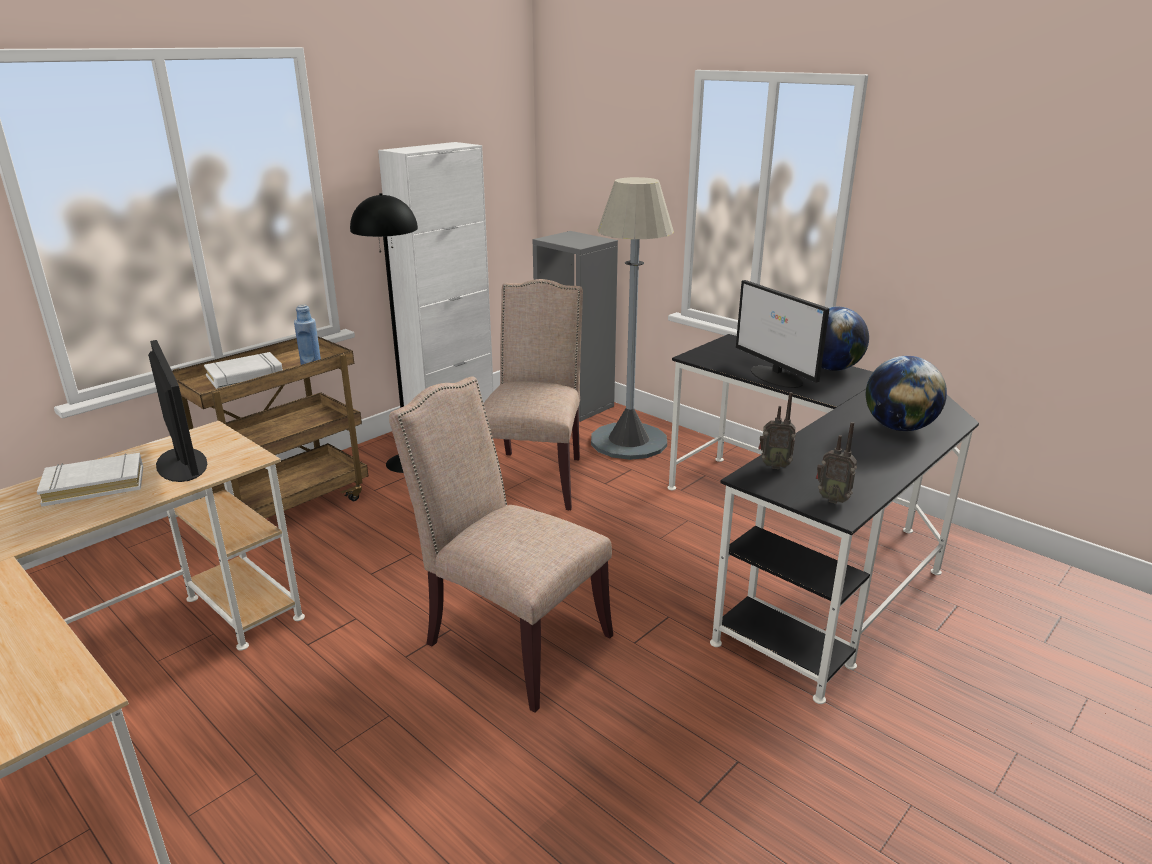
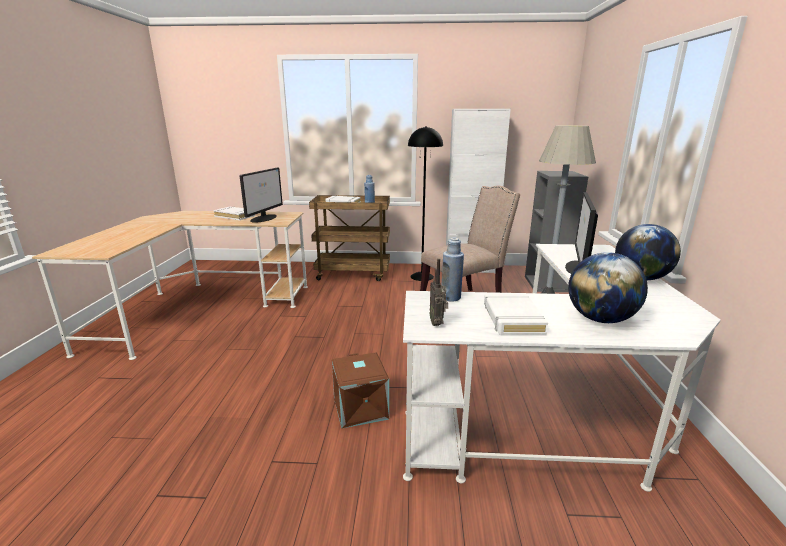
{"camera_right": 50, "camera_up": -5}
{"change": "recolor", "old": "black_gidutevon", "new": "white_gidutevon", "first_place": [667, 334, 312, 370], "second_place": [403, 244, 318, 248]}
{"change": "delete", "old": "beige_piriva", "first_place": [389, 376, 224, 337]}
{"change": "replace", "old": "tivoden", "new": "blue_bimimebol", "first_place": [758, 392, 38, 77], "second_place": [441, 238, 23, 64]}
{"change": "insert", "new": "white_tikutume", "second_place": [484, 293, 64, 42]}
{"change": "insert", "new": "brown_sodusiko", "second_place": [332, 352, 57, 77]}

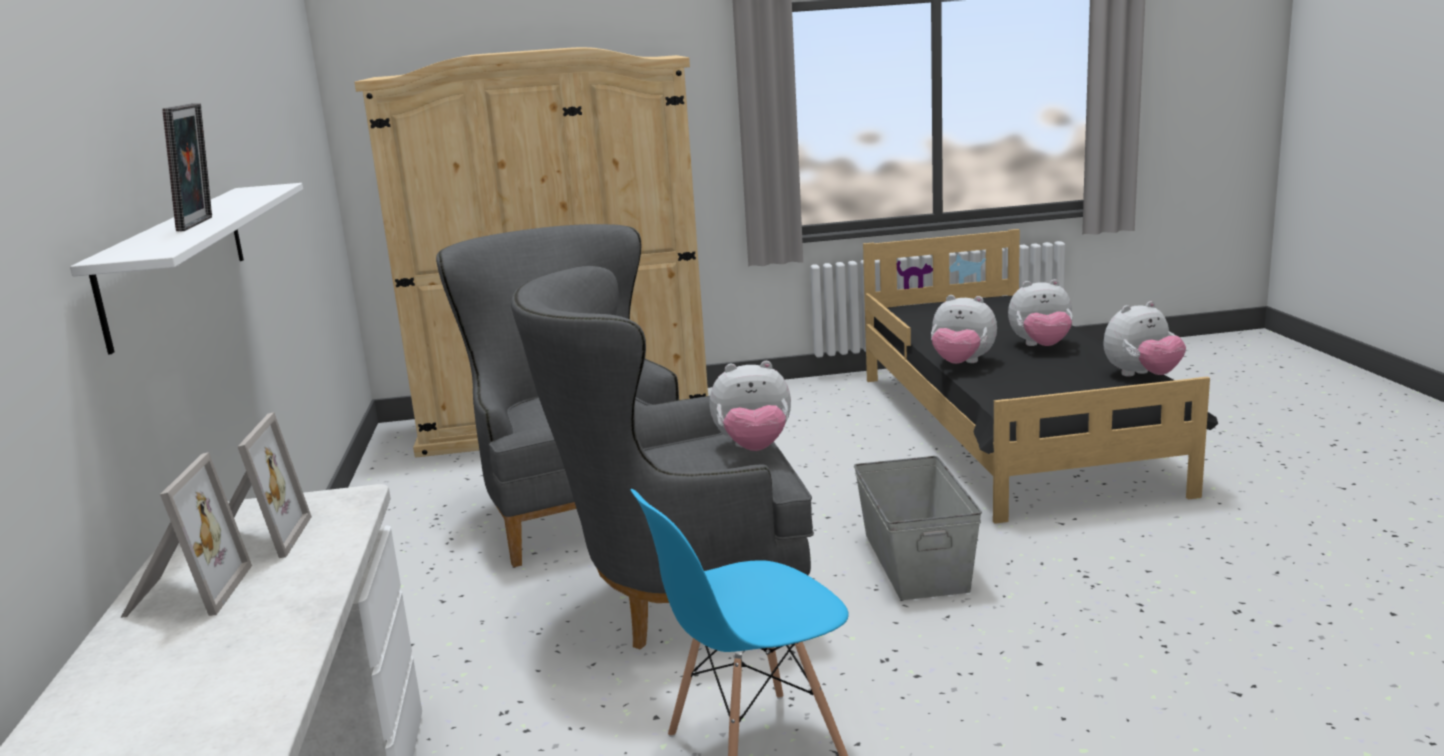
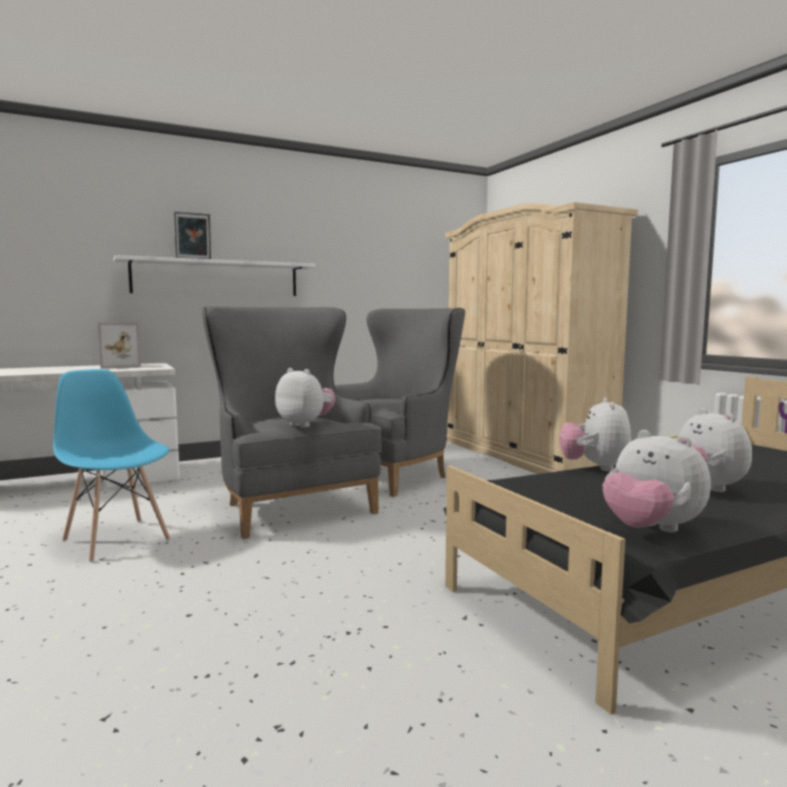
{"camera_right": 70, "camera_up": -10}
{"change": "rotate", "old": "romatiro", "first_place": [710, 361, 81, 90], "second_place": [275, 368, 60, 60], "degrees": 150}
{"change": "delete", "old": "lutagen", "first_place": [121, 452, 131, 166]}
{"change": "delete", "old": "grey_sodusiko", "first_place": [854, 456, 128, 144]}

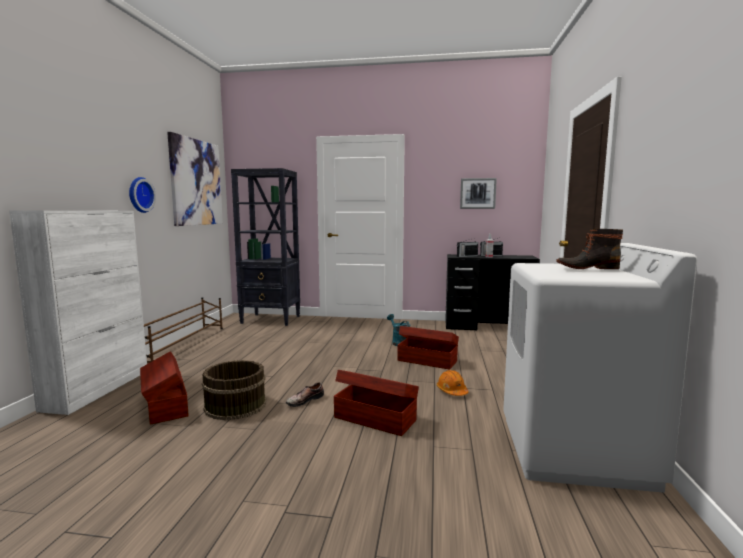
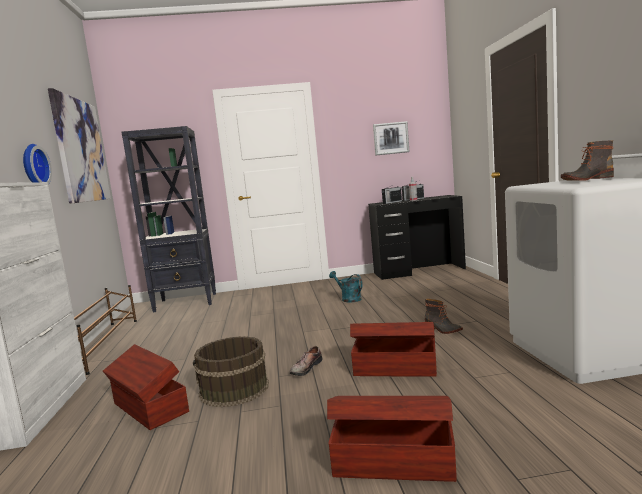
{"camera_right": -15, "camera_up": 0}
{"change": "move", "old": "brown_sodusiko", "first_place": [397, 326, 62, 44], "second_place": [327, 396, 130, 86]}
{"change": "replace", "old": "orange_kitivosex", "new": "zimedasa", "first_place": [437, 370, 32, 26], "second_place": [425, 299, 38, 35]}

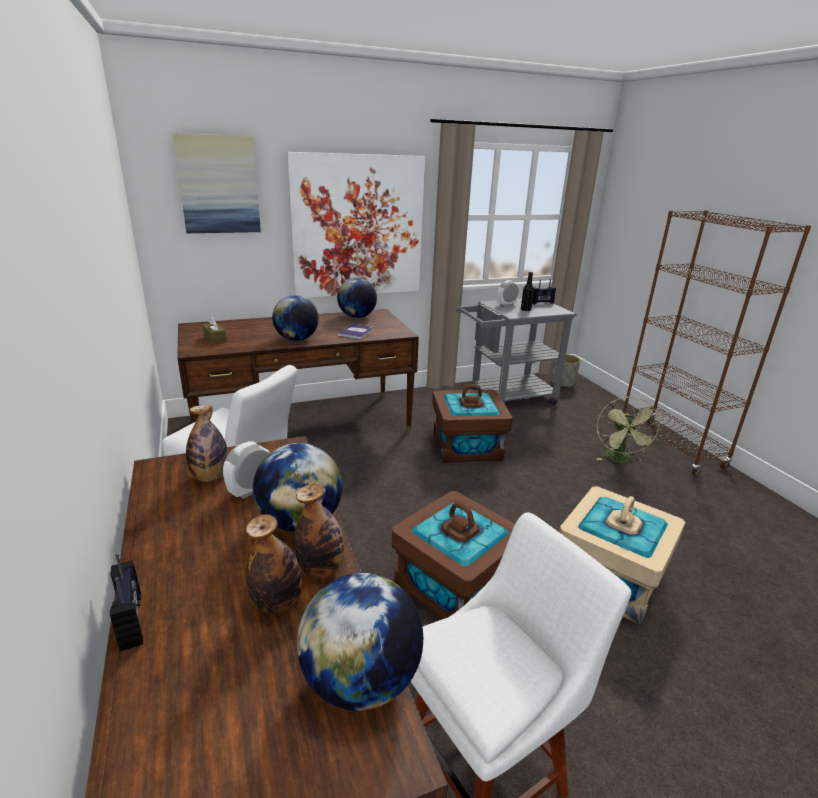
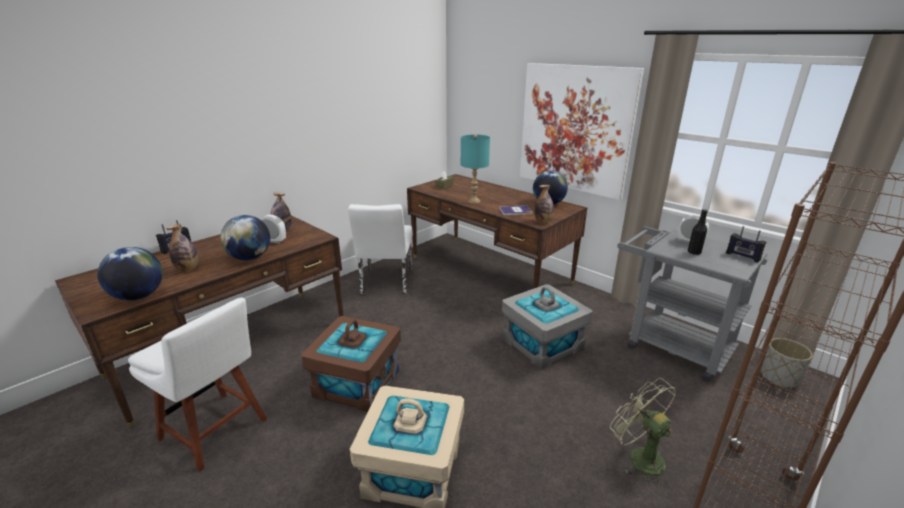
{"camera_right": 65, "camera_up": 0}
{"change": "delete", "old": "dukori", "first_place": [173, 133, 88, 100]}
{"change": "replace", "old": "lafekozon", "new": "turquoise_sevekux", "first_place": [272, 295, 47, 46], "second_place": [461, 134, 29, 70]}
{"change": "recolor", "old": "brown_sodusiko", "new": "grey_sodusiko", "first_place": [432, 384, 81, 79], "second_place": [502, 284, 90, 86]}
{"change": "rotate", "old": "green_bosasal", "first_place": [596, 397, 66, 66], "second_place": [610, 378, 66, 108], "degrees": 75}
{"change": "move", "old": "bimimebol", "first_place": [294, 484, 51, 94], "second_place": [534, 185, 20, 38]}

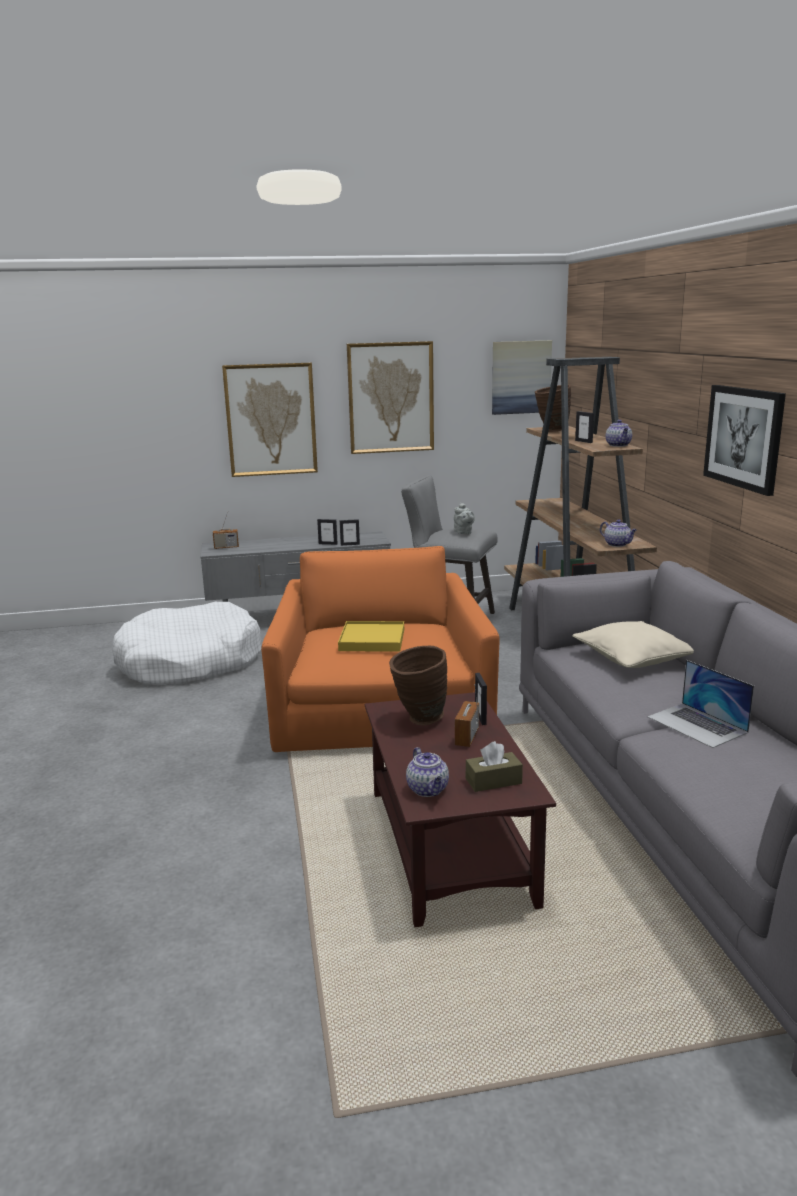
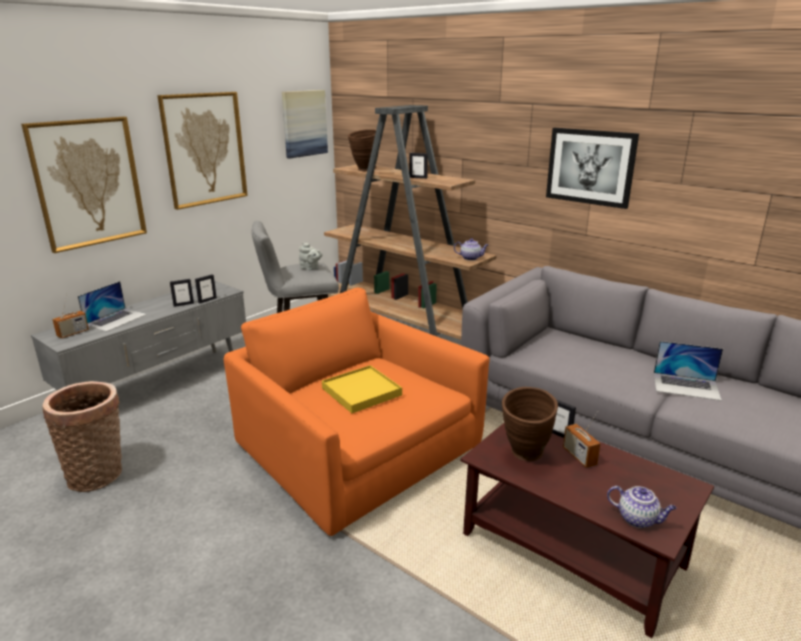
{"camera_right": -40, "camera_up": 5}
{"change": "delete", "old": "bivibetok", "first_place": [606, 420, 26, 27]}
{"change": "replace", "old": "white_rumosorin", "new": "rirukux", "first_place": [112, 602, 149, 82], "second_place": [42, 381, 80, 111]}
{"change": "delete", "old": "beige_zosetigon", "first_place": [572, 621, 122, 47]}
{"change": "delete", "old": "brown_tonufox", "first_place": [466, 741, 57, 51]}
{"change": "insert", "new": "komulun", "second_place": [78, 281, 69, 51]}

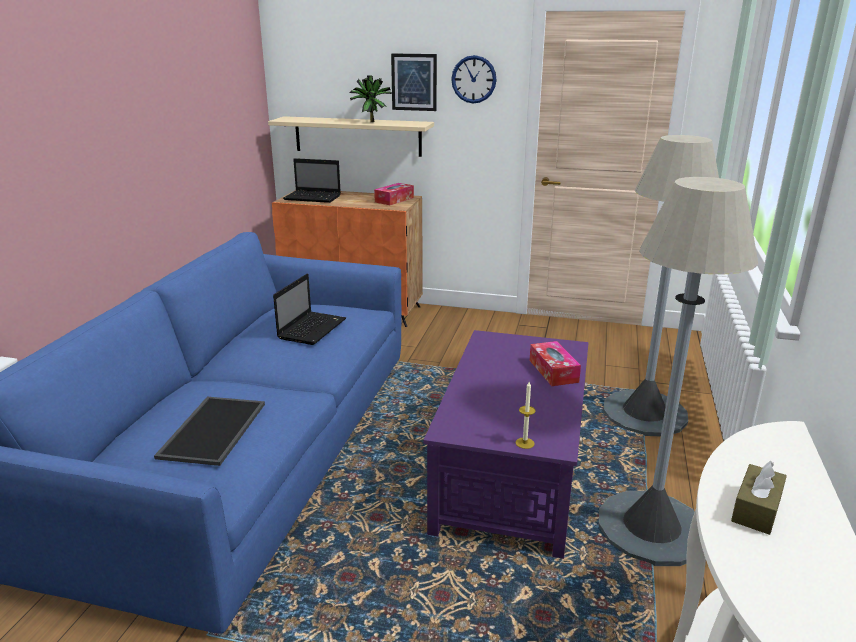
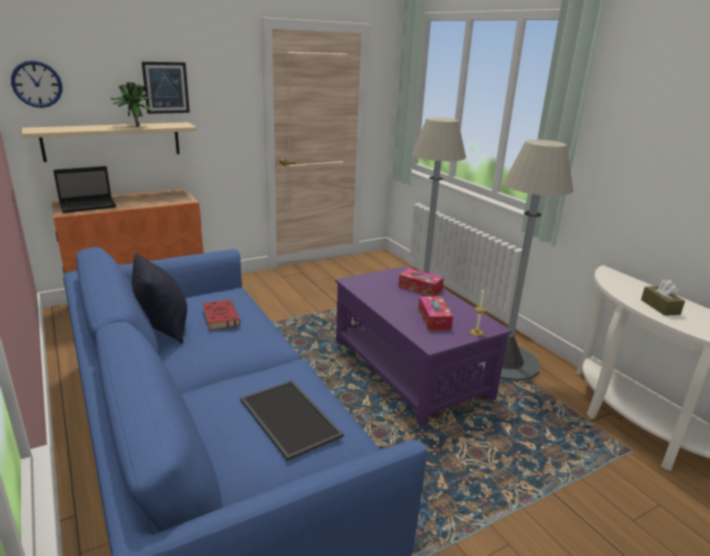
{"camera_right": -45, "camera_up": 0}
{"change": "move", "old": "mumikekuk", "first_place": [451, 55, 46, 48], "second_place": [11, 60, 51, 48]}
{"change": "move", "old": "tonufox", "first_place": [374, 183, 40, 22], "second_place": [418, 296, 35, 34]}
{"change": "replace", "old": "komulun", "new": "red_tikutume", "first_place": [273, 274, 73, 71], "second_place": [203, 300, 38, 30]}
{"change": "insert", "new": "black_zosetigon", "second_place": [132, 253, 55, 91]}

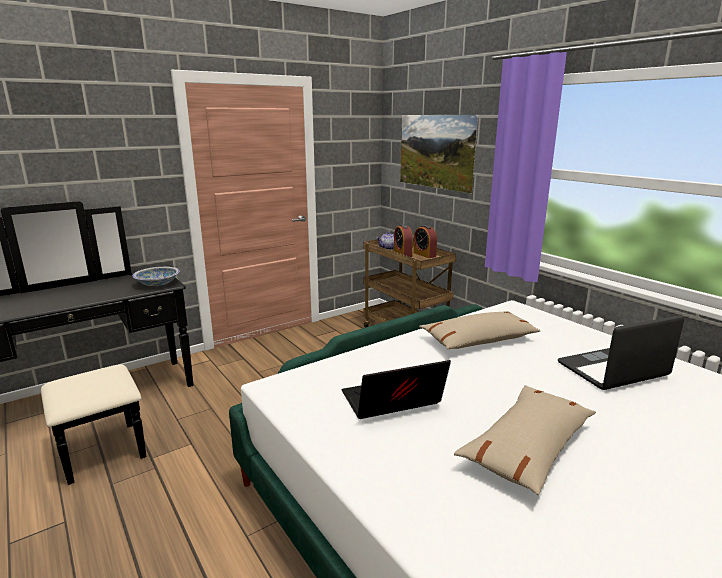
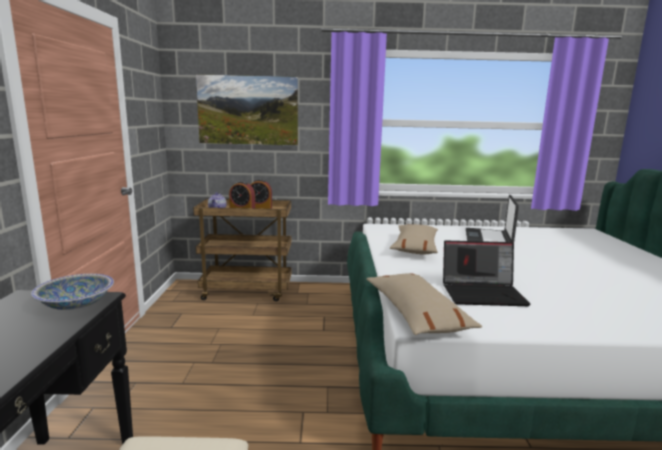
{"camera_right": -55, "camera_up": -5}
{"change": "rotate", "old": "komulun", "first_place": [342, 360, 109, 59], "second_place": [443, 240, 88, 66], "degrees": -105}
{"change": "move", "old": "beige_zosetigon", "first_place": [454, 385, 142, 110], "second_place": [366, 273, 116, 62]}

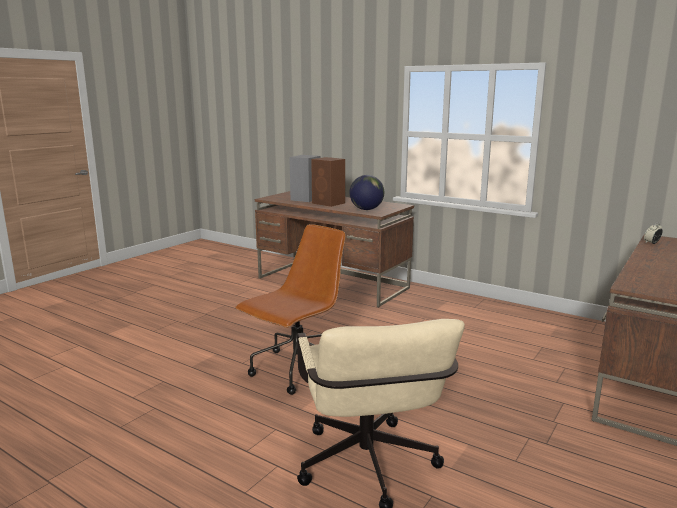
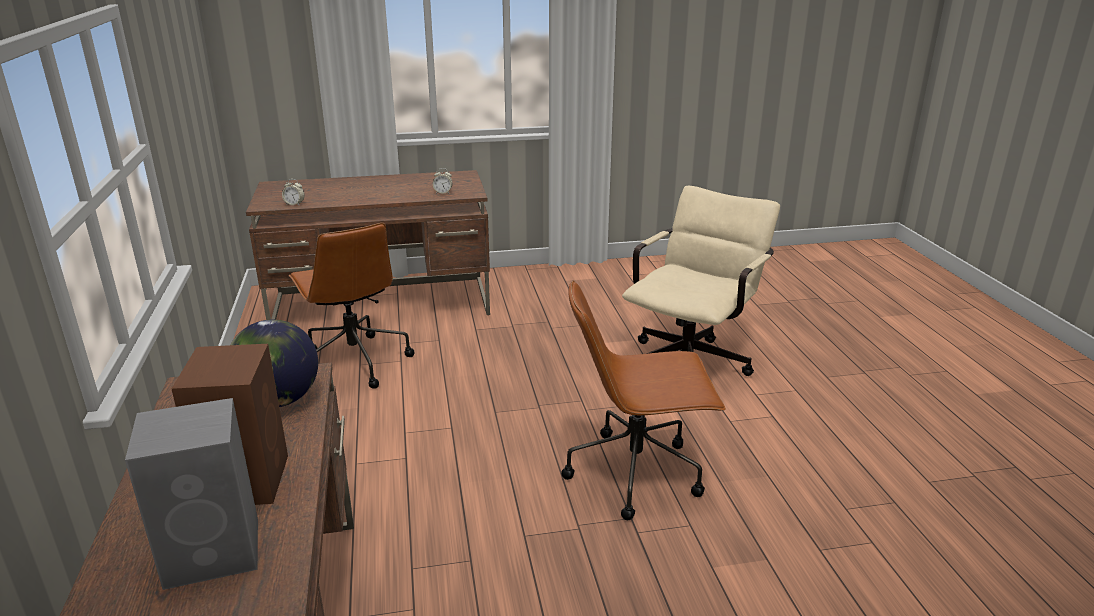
{"camera_right": -135, "camera_up": 10}
{"change": "insert", "new": "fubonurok", "second_place": [433, 168, 19, 26]}
{"change": "insert", "new": "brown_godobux", "second_place": [289, 223, 125, 166]}

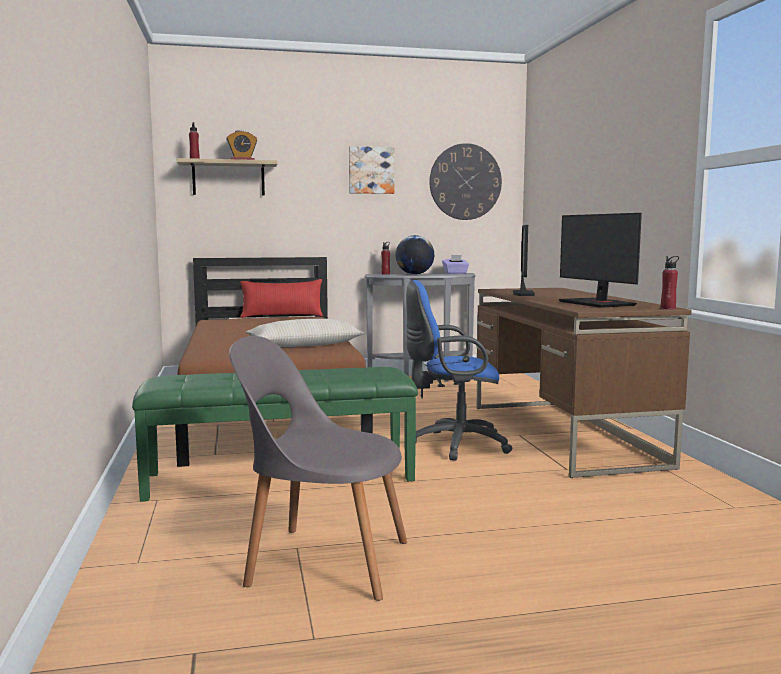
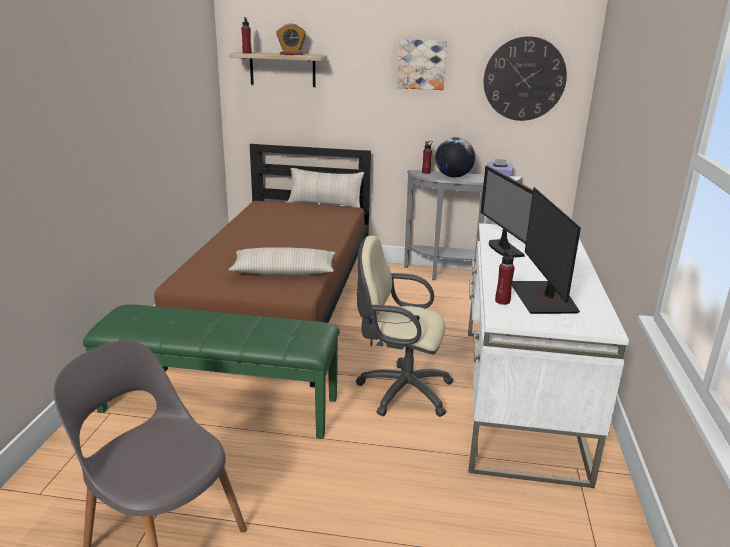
{"camera_right": 20, "camera_up": 15}
{"change": "rotate", "old": "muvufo", "first_place": [513, 225, 22, 71], "second_place": [481, 166, 52, 92], "degrees": -45}
{"change": "move", "old": "red_bimimebol", "first_place": [661, 256, 18, 53], "second_place": [495, 250, 21, 55]}
{"change": "recolor", "old": "red_zosetigon", "new": "beige_zosetigon", "first_place": [240, 279, 83, 39], "second_place": [288, 168, 76, 41]}
{"change": "recolor", "old": "blue_godobux", "new": "beige_godobux", "first_place": [406, 280, 107, 181], "second_place": [356, 235, 98, 182]}
{"change": "recolor", "old": "brown_gidutevon", "new": "white_gidutevon", "first_place": [476, 288, 216, 190], "second_place": [468, 223, 161, 265]}

